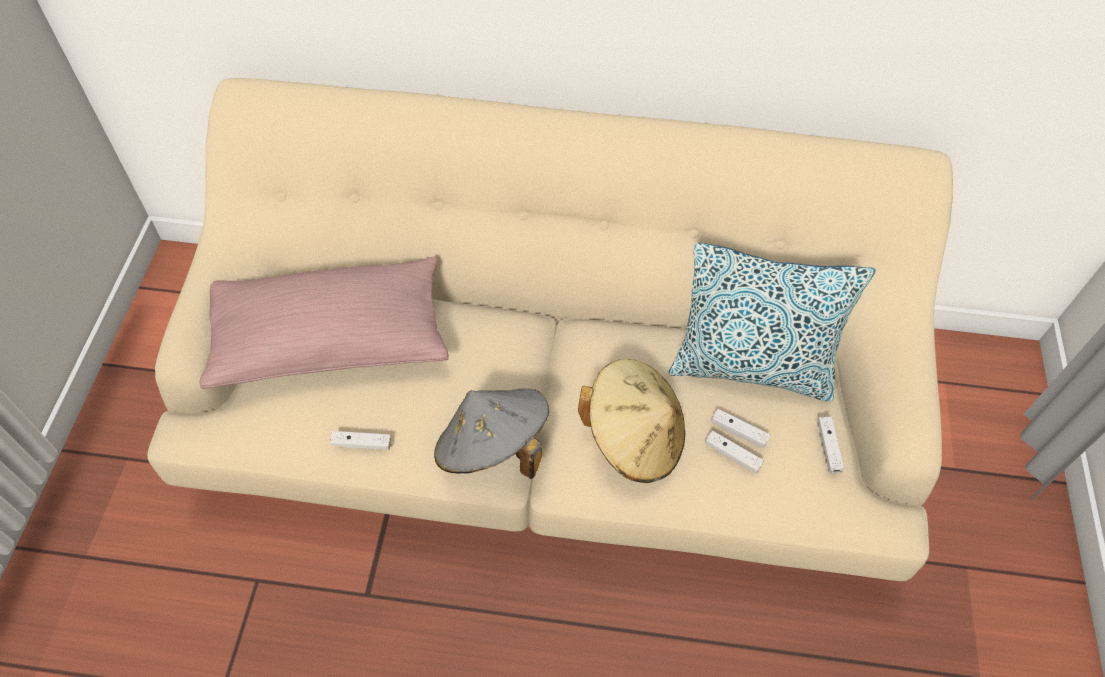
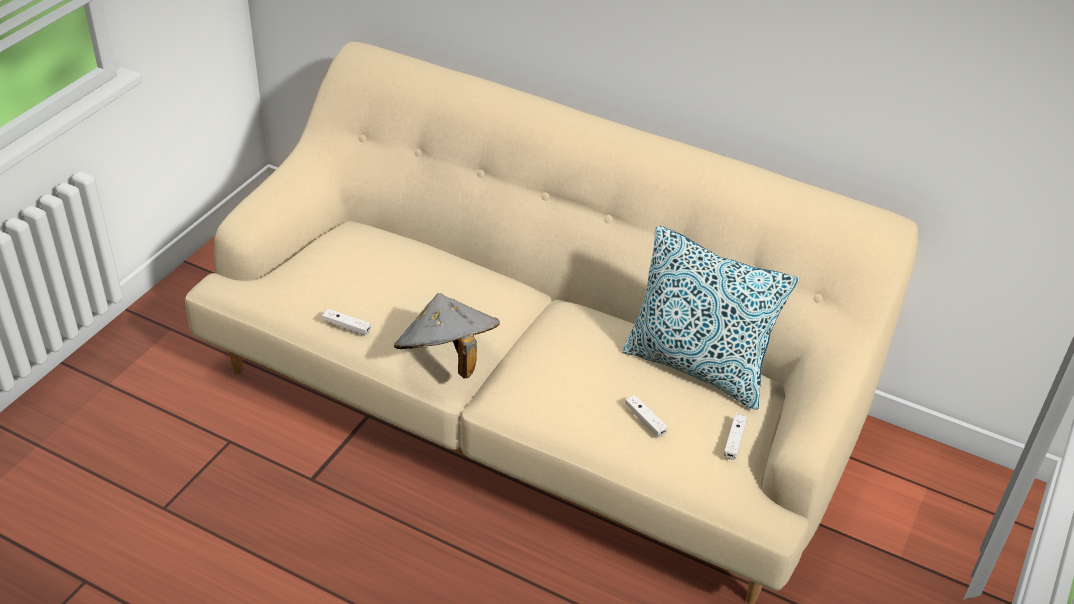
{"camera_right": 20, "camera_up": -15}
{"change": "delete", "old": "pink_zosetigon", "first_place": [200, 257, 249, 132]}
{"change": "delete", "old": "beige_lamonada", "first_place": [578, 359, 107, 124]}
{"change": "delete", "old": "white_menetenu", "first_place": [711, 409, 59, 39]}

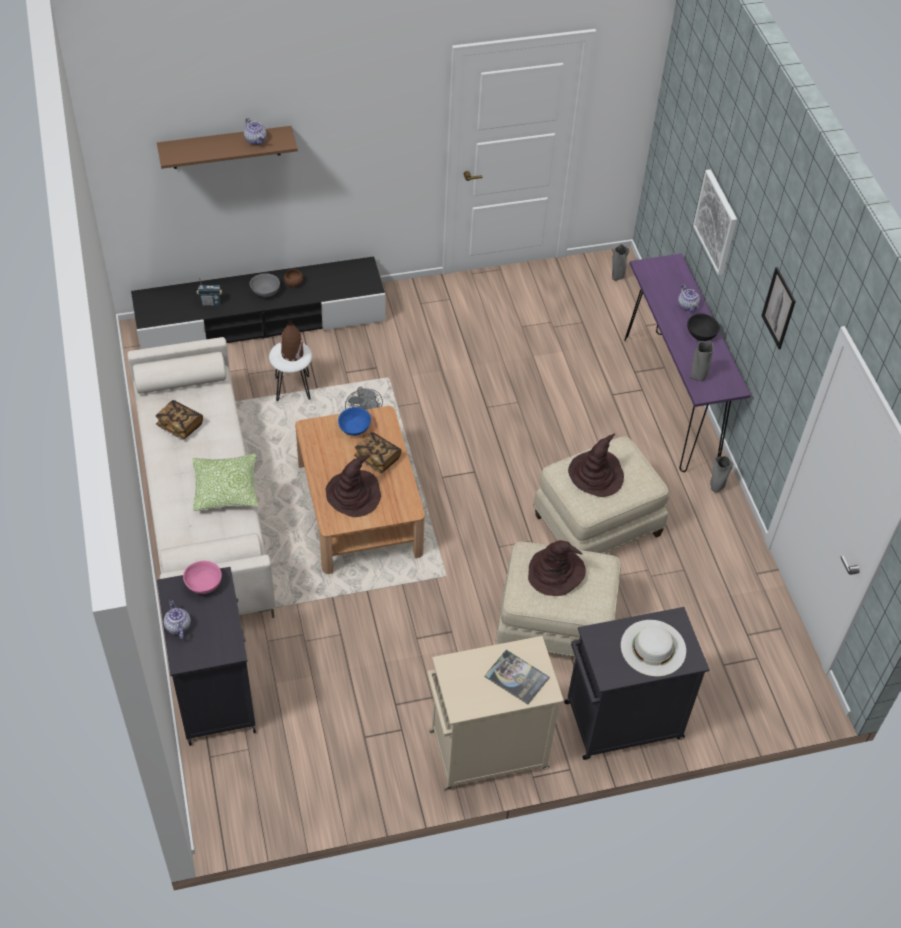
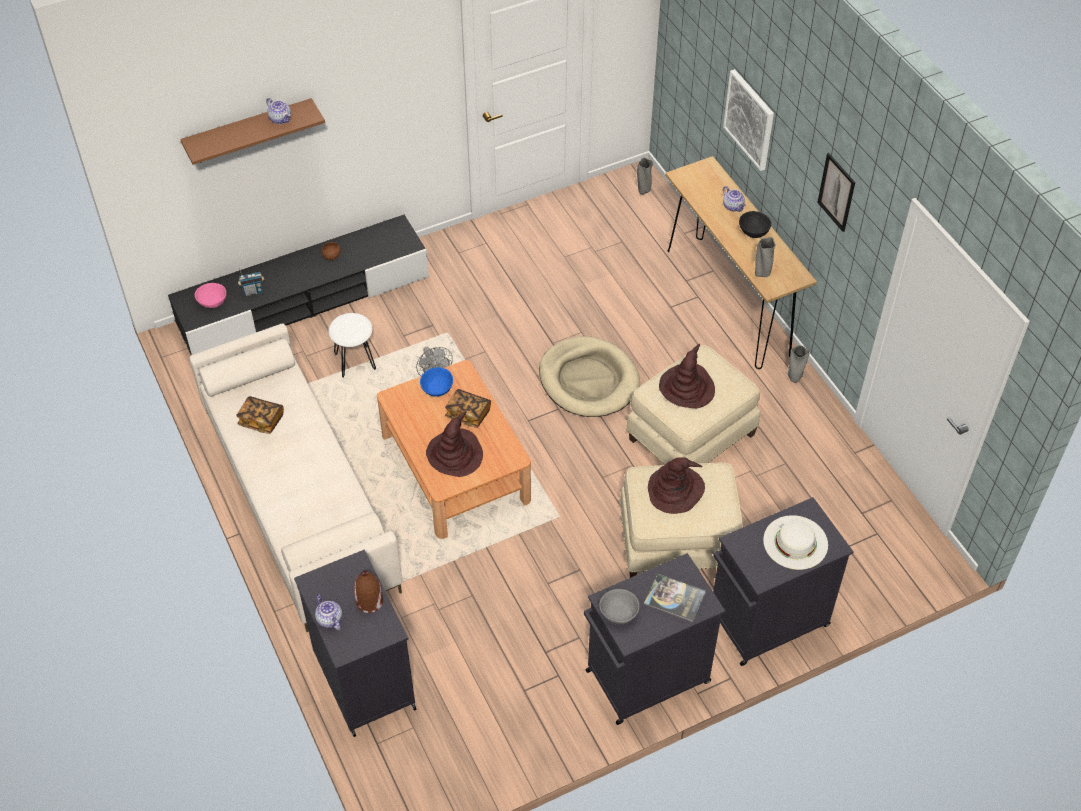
{"camera_right": -10, "camera_up": 0}
{"change": "recolor", "old": "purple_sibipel", "new": "brown_sibipel", "first_place": [624, 253, 127, 219], "second_place": [665, 156, 152, 213]}
{"change": "move", "old": "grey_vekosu", "first_place": [250, 273, 30, 24], "second_place": [599, 589, 40, 35]}
{"change": "move", "old": "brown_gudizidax", "first_place": [281, 323, 22, 38], "second_place": [354, 570, 29, 43]}
{"change": "delete", "old": "zosetigon", "first_place": [192, 454, 66, 57]}
{"change": "move", "old": "pink_vekosu", "first_place": [183, 561, 39, 33], "second_place": [195, 283, 32, 25]}
{"change": "recolor", "old": "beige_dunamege", "new": "black_dunamege", "first_place": [427, 636, 137, 155], "second_place": [584, 553, 142, 172]}
{"change": "insert", "new": "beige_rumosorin", "second_place": [539, 336, 101, 81]}

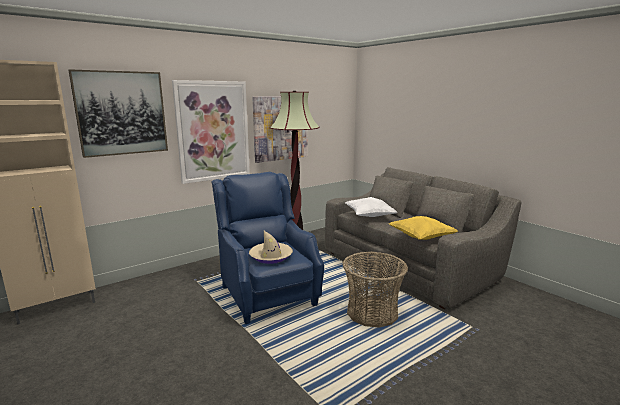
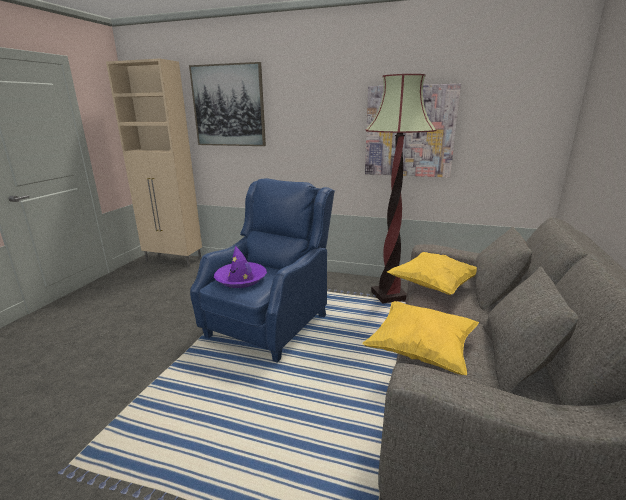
{"camera_right": 55, "camera_up": 5}
{"change": "delete", "old": "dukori", "first_place": [172, 80, 78, 104]}
{"change": "recolor", "old": "white_zosetigon", "new": "yellow_zosetigon", "first_place": [345, 197, 52, 20], "second_place": [387, 252, 90, 43]}
{"change": "recolor", "old": "beige_lamonada", "new": "purple_lamonada", "first_place": [249, 231, 44, 33], "second_place": [214, 246, 53, 42]}
{"change": "delete", "old": "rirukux", "first_place": [342, 252, 66, 76]}

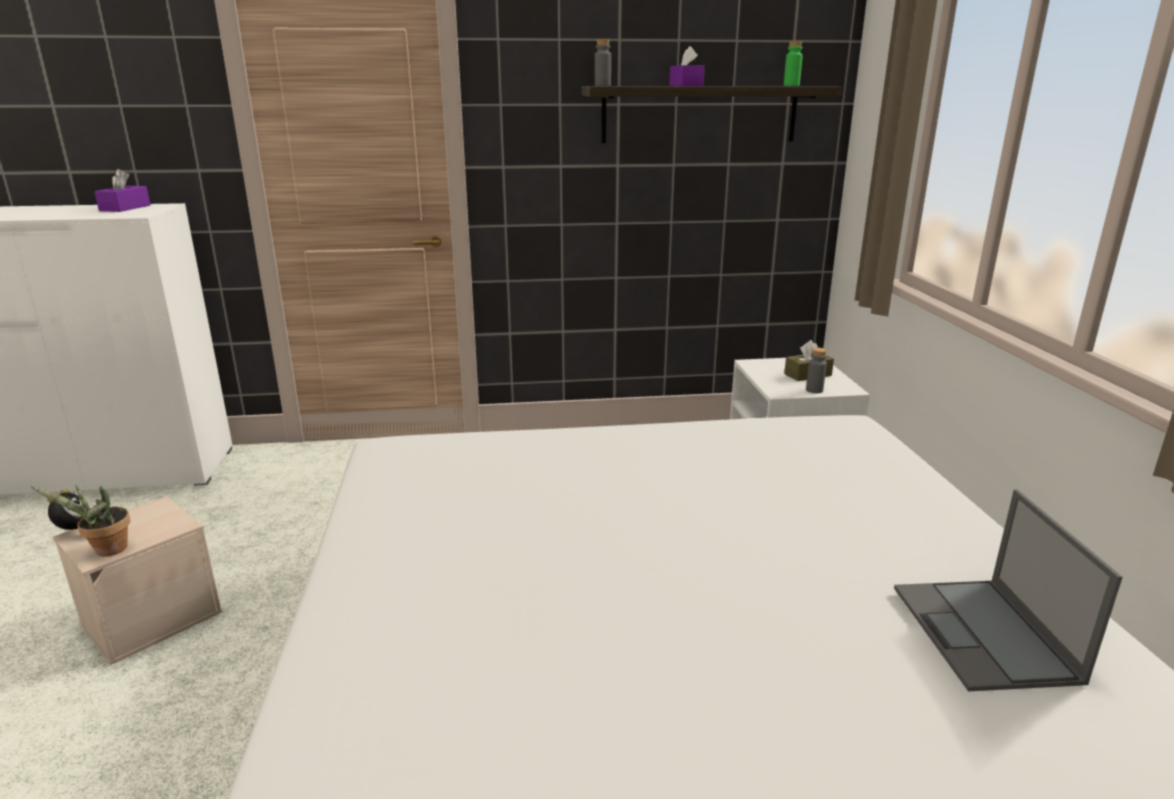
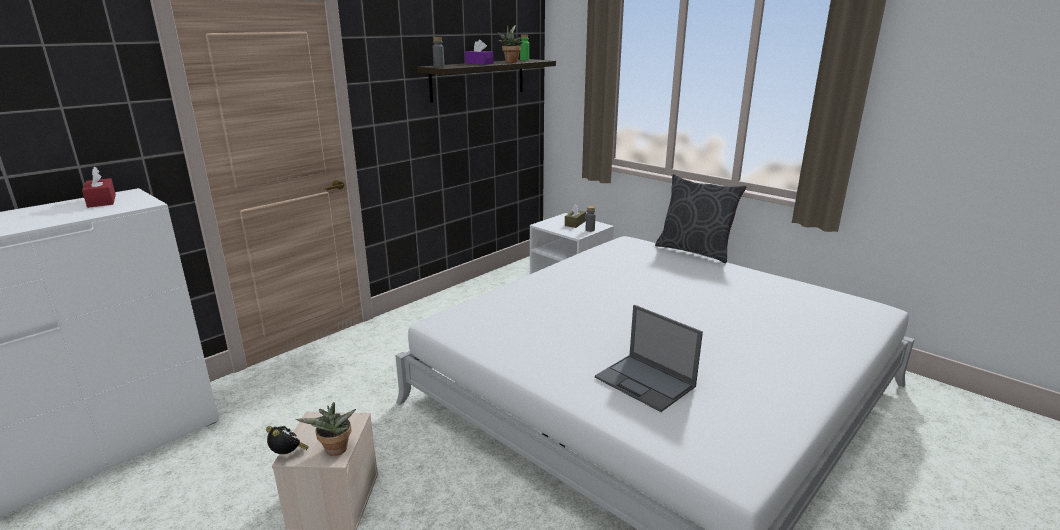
{"camera_right": -40, "camera_up": 0}
{"change": "recolor", "old": "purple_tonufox", "new": "red_tonufox", "first_place": [94, 169, 56, 43], "second_place": [82, 167, 34, 41]}
{"change": "move", "old": "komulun", "first_place": [894, 489, 229, 202], "second_place": [595, 305, 108, 107]}
{"change": "insert", "new": "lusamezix", "second_place": [497, 25, 26, 38]}
{"change": "insert", "new": "grey_zosetigon", "second_place": [655, 174, 91, 89]}

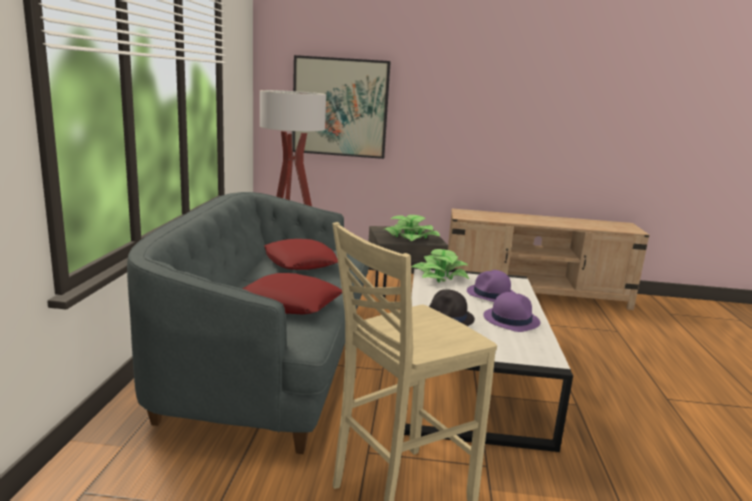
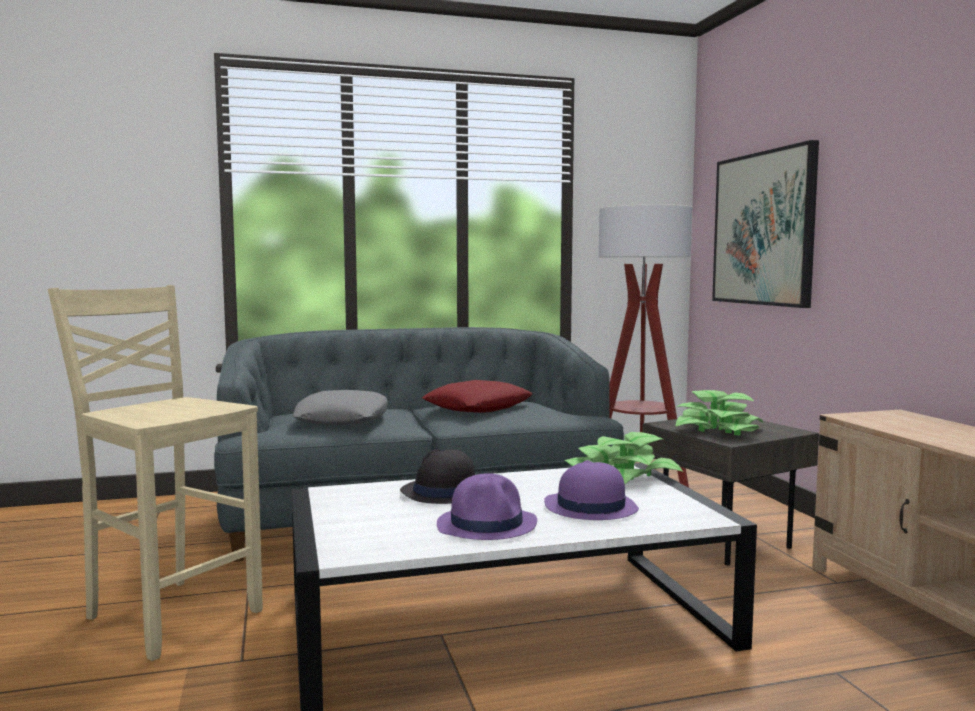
{"camera_right": 70, "camera_up": -10}
{"change": "recolor", "old": "red_zosetigon", "new": "grey_zosetigon", "first_place": [242, 273, 100, 41], "second_place": [293, 390, 95, 35]}

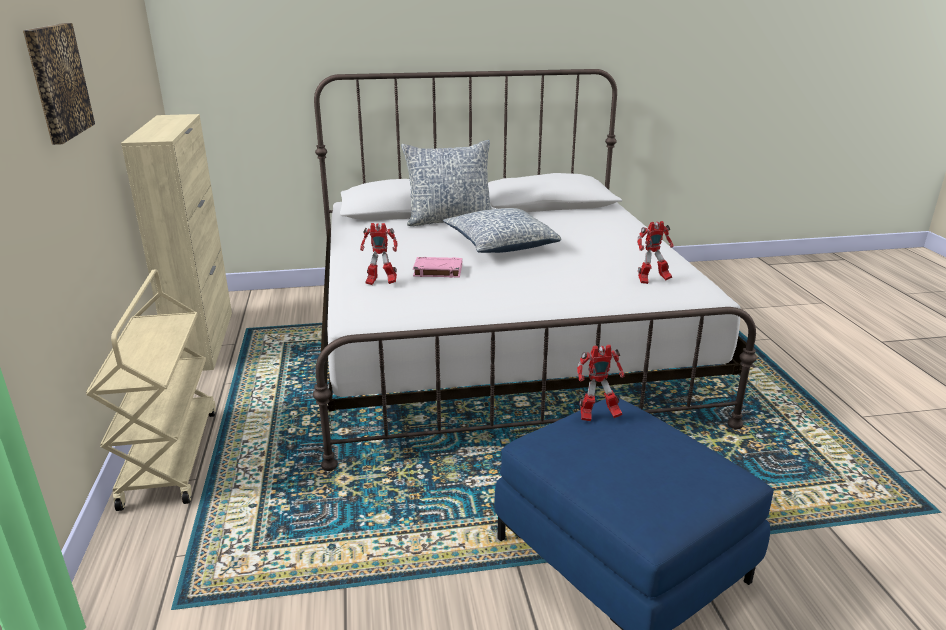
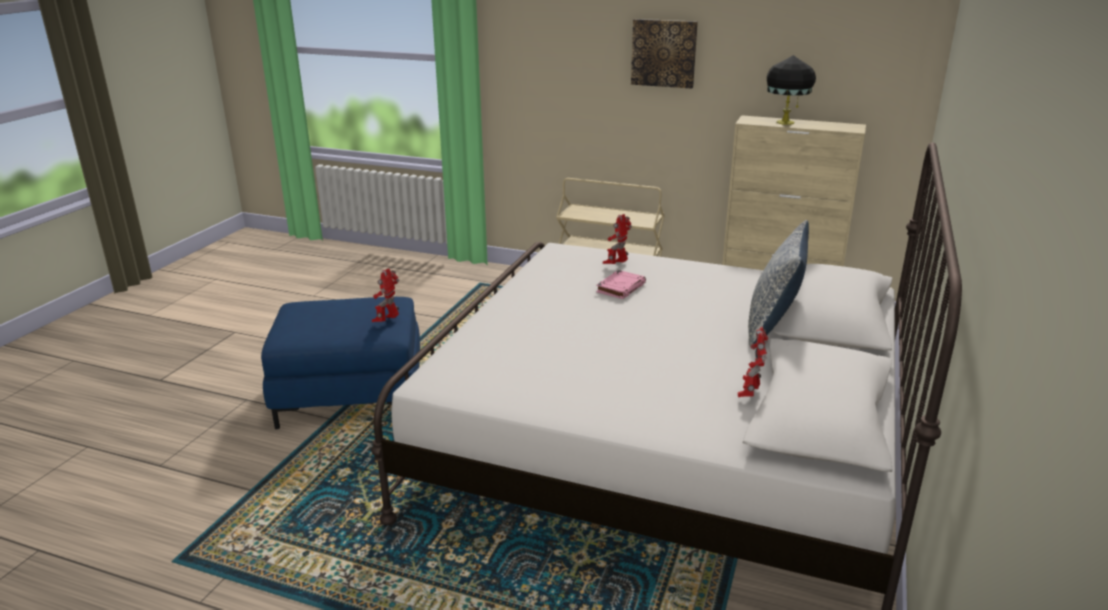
{"camera_right": 120, "camera_up": 0}
{"change": "delete", "old": "zosetigon", "first_place": [443, 208, 118, 45]}
{"change": "move", "old": "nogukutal", "first_place": [637, 221, 37, 63], "second_place": [738, 327, 30, 70]}
{"change": "insert", "new": "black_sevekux", "second_place": [767, 55, 49, 70]}

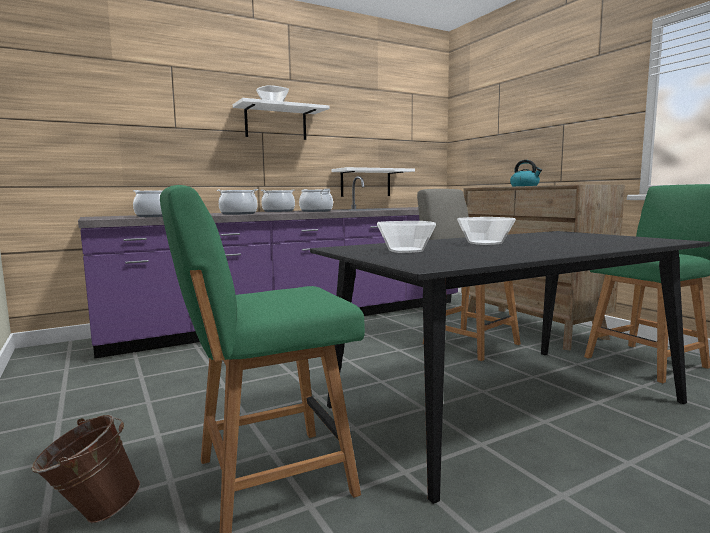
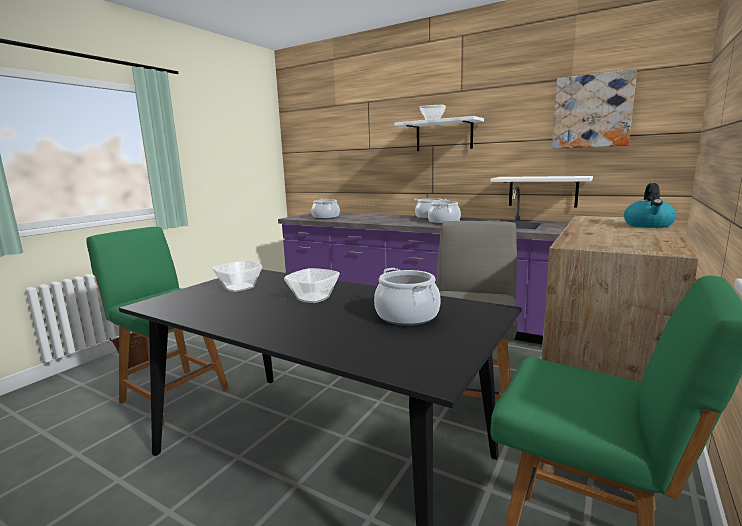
{"camera_right": 60, "camera_up": 5}
{"change": "move", "old": "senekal", "first_place": [217, 189, 41, 26], "second_place": [374, 268, 67, 58]}
{"change": "insert", "new": "dukori", "second_place": [552, 69, 85, 80]}

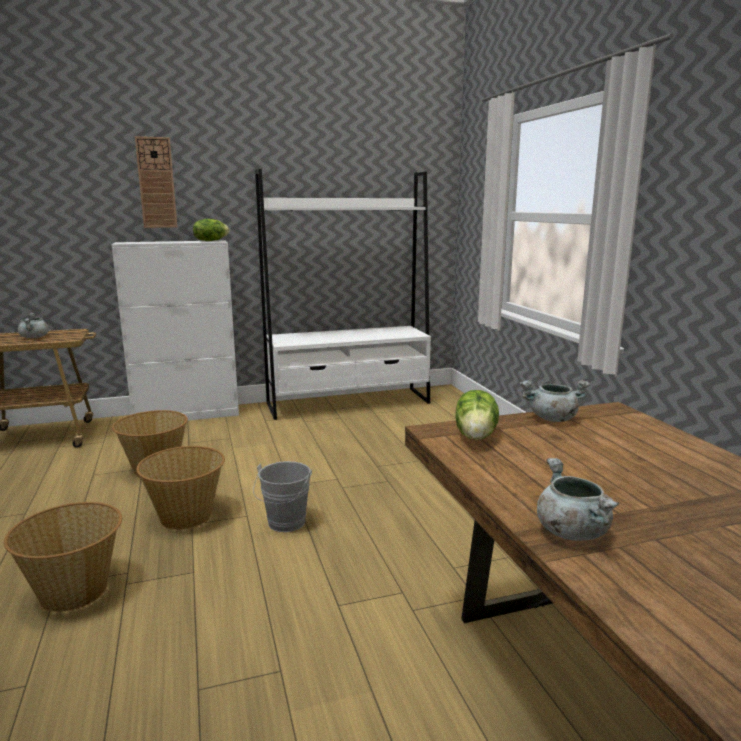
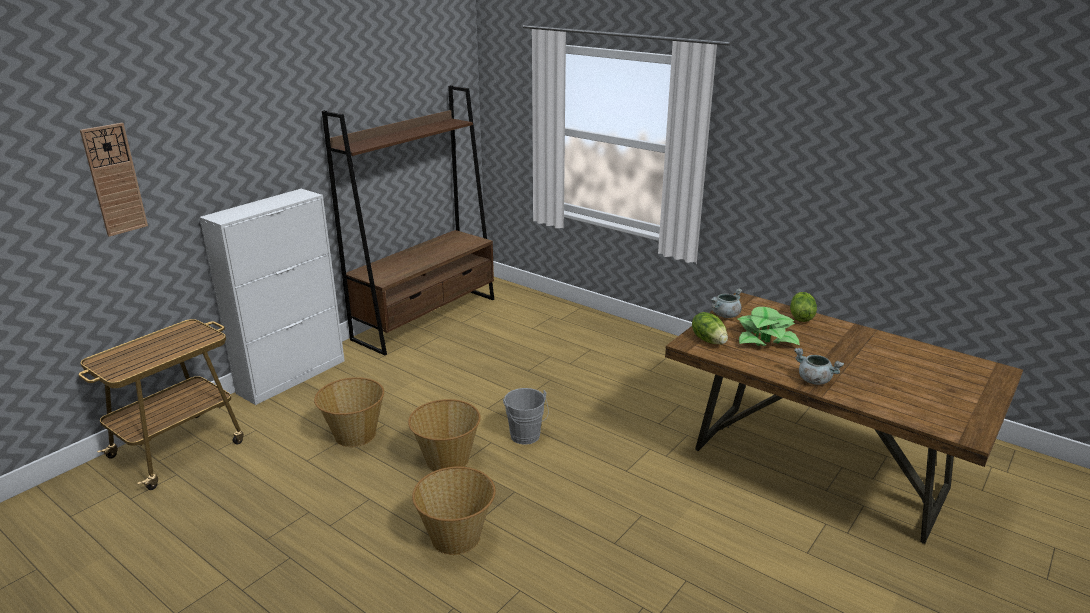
{"camera_right": -35, "camera_up": 10}
{"change": "move", "old": "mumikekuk", "first_place": [135, 136, 42, 92], "second_place": [80, 123, 68, 114]}
{"change": "recolor", "old": "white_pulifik", "new": "brown_pulifik", "first_place": [255, 169, 176, 251], "second_place": [322, 85, 172, 271]}
{"change": "move", "old": "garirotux", "first_place": [193, 219, 37, 22], "second_place": [790, 292, 27, 30]}
{"change": "delete", "old": "grey_senekal", "first_place": [18, 313, 31, 25]}
{"change": "insert", "new": "lusamezix", "second_place": [737, 307, 63, 39]}

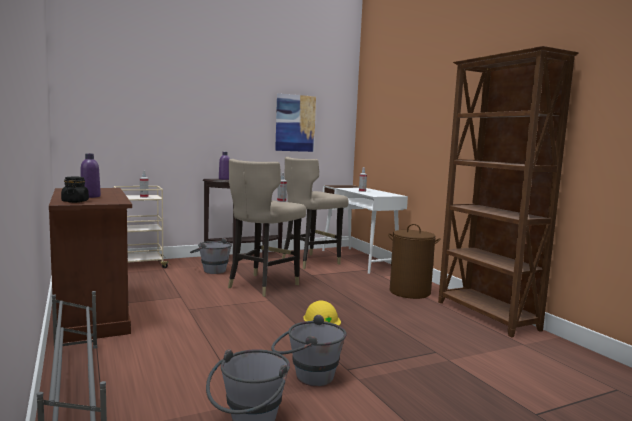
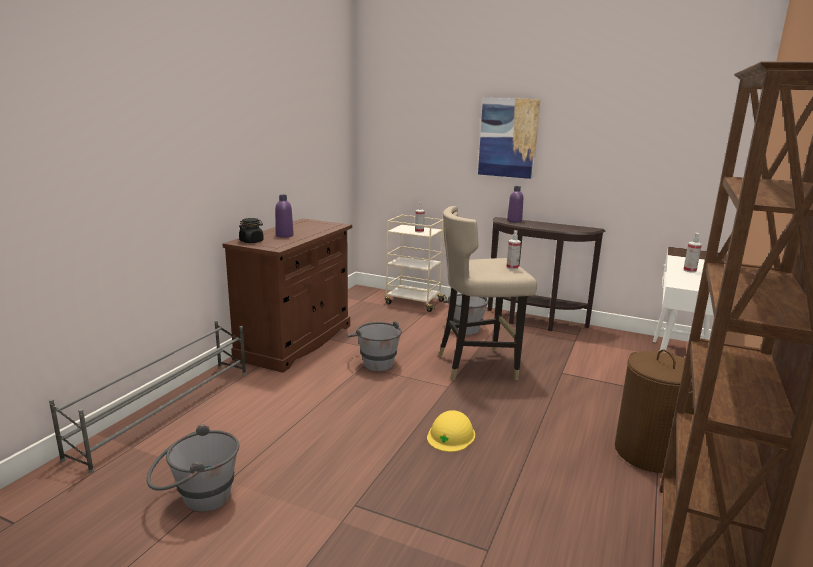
{"camera_right": 50, "camera_up": 10}
{"change": "move", "old": "dukori", "first_place": [275, 93, 41, 59], "second_place": [478, 98, 62, 81]}
{"change": "delete", "old": "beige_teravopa", "first_place": [282, 157, 67, 112]}
{"change": "move", "old": "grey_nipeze", "first_place": [271, 315, 76, 71], "second_place": [348, 321, 54, 50]}

